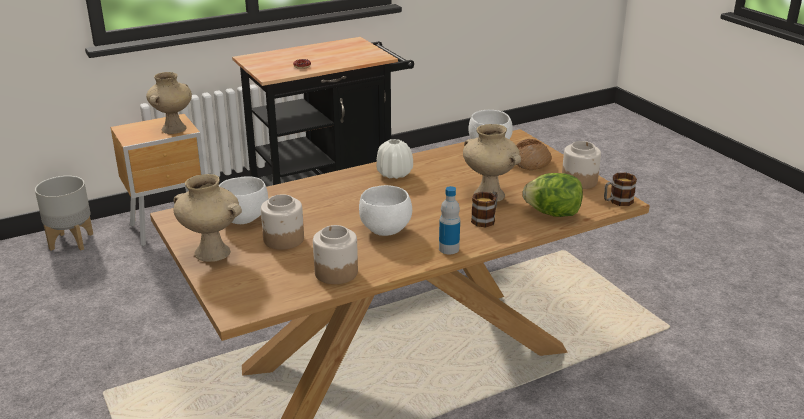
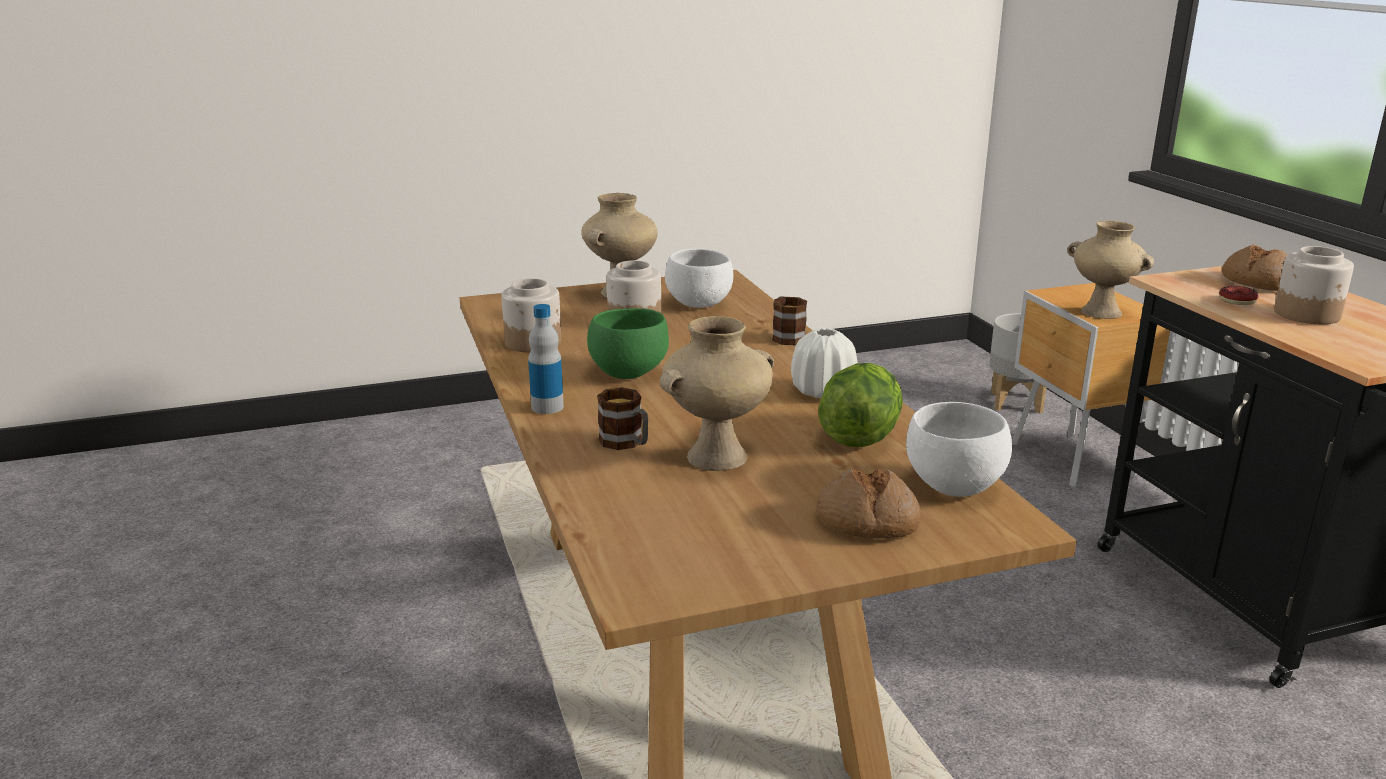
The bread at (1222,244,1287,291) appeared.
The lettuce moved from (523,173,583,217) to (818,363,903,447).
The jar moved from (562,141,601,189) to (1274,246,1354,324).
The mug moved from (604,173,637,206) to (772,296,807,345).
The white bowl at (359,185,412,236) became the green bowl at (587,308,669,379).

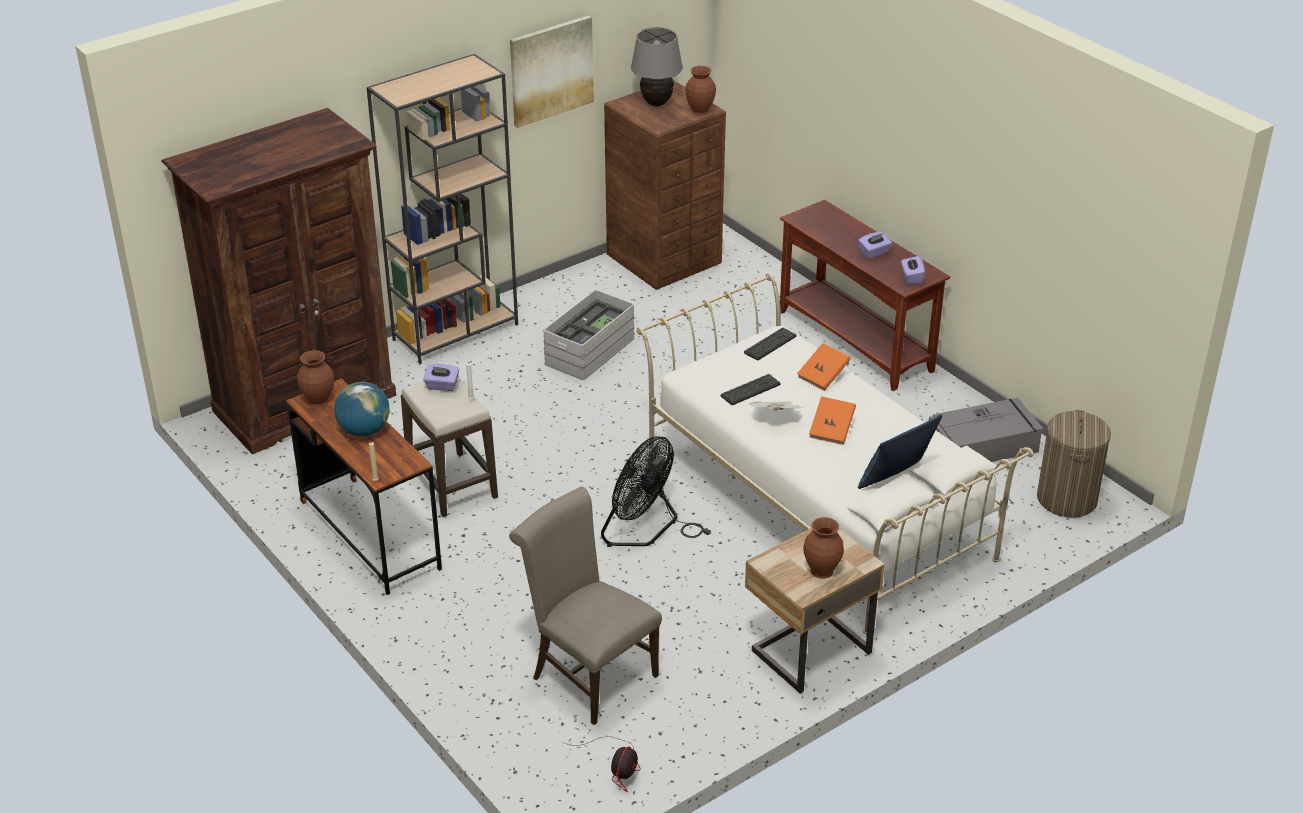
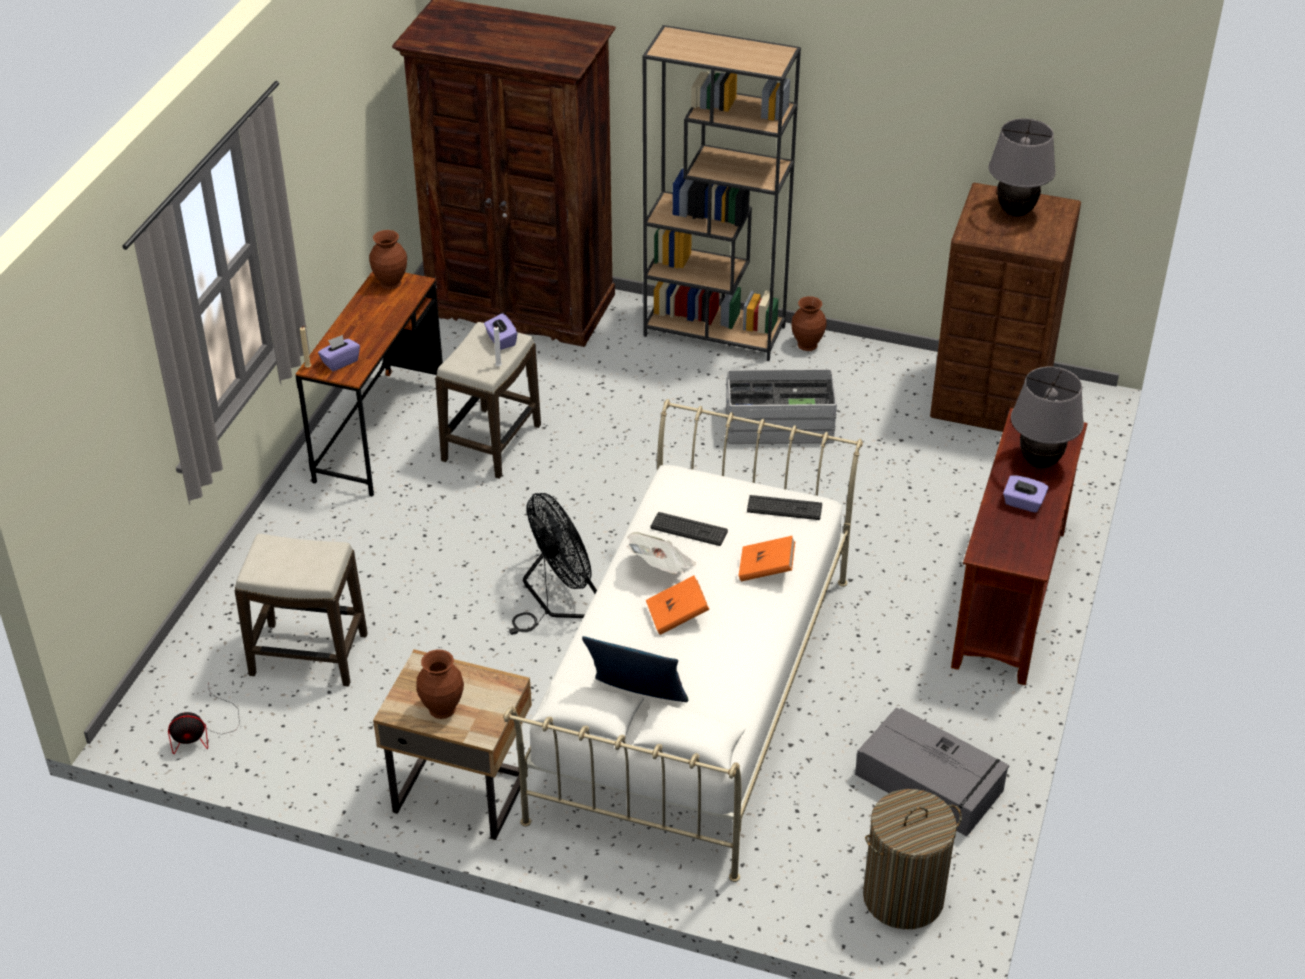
The globe at (334,382,390,437) disappeared.
The picture at (510,15,594,128) disappeared.
The grey table lamp at (1011,366,1084,468) appeared.
The brown vase moved from (685,66,716,116) to (792,296,827,351).
The purple tissue box moved from (901,255,925,284) to (318,335,360,371).
The beige chair at (509,487,662,725) was replaced by the stool at (234,534,368,687).
The black fan at (601,437,711,547) turned 60 degrees clockwise.

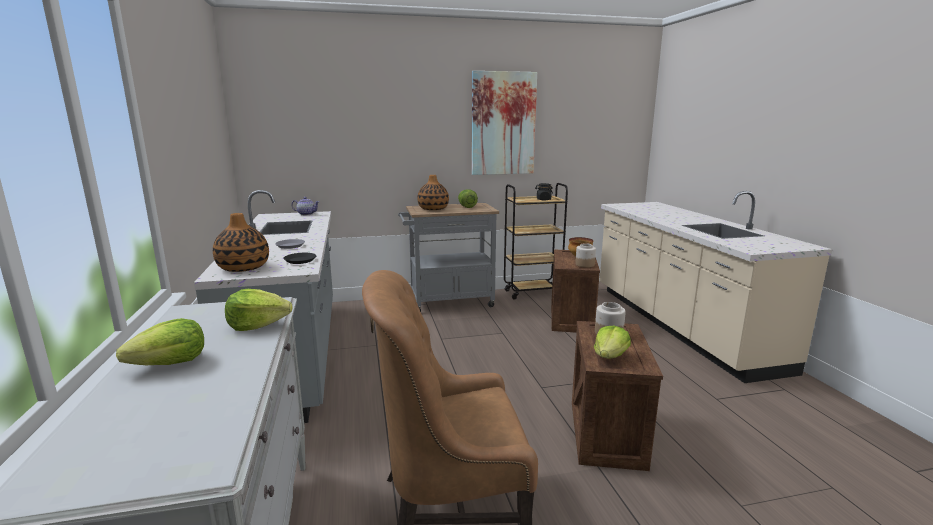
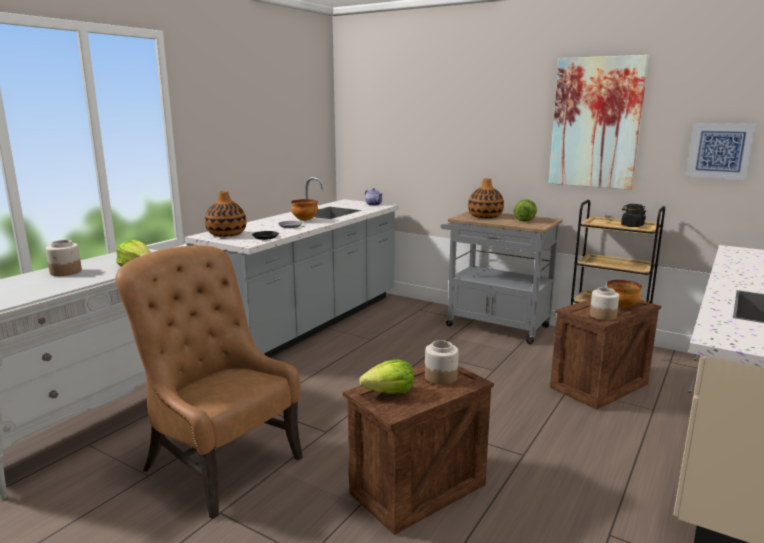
The bowl at (291,199,318,221) appeared.
The picture at (686,123,756,180) appeared.
The lettuce at (116,318,204,365) was replaced by the jar at (46,240,82,276).

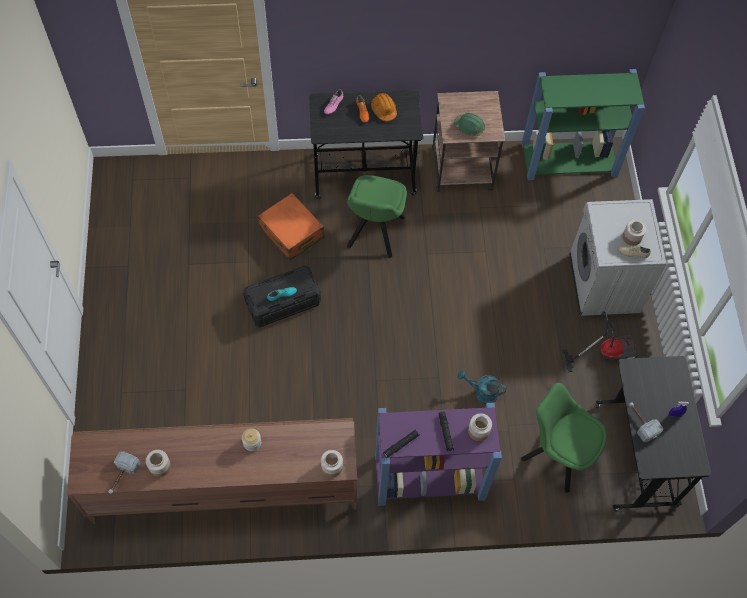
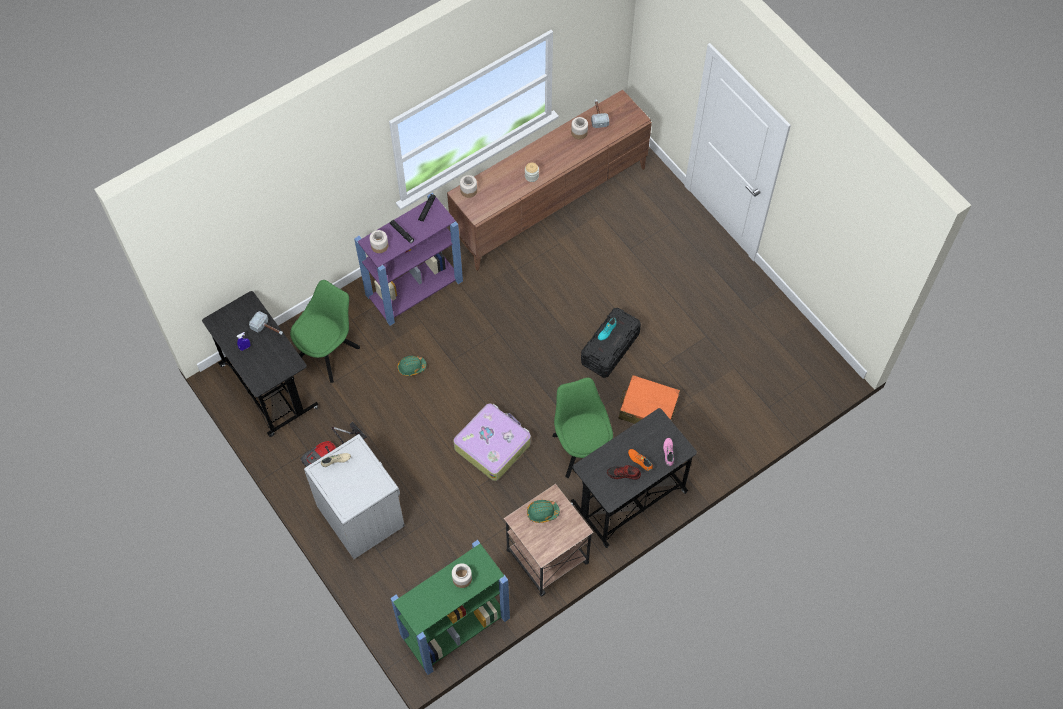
The suitcase at (453,403,531,481) appeared.
The jar moved from (622,220,646,246) to (452,563,472,588).
The orange hard hat at (371,93,397,121) was replaced by the shoe at (607,465,641,480).
The turquoise watering can at (458,370,507,404) was replaced by the green hard hat at (398,356,427,376).
The green chair at (521,383,607,493) turned 60 degrees counterclockwise.

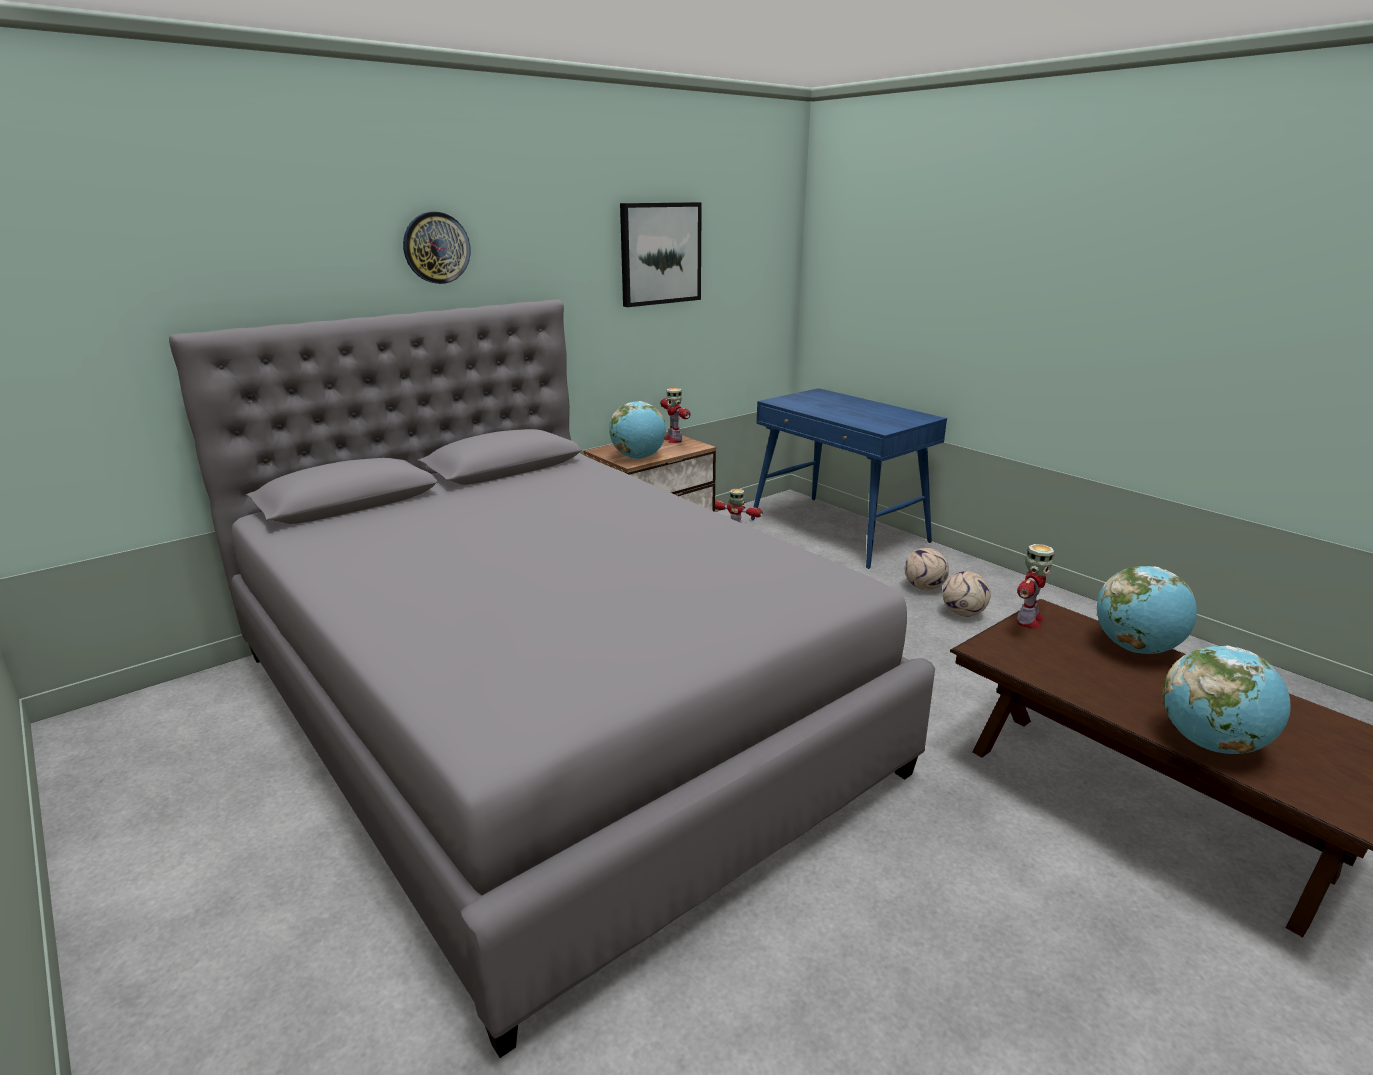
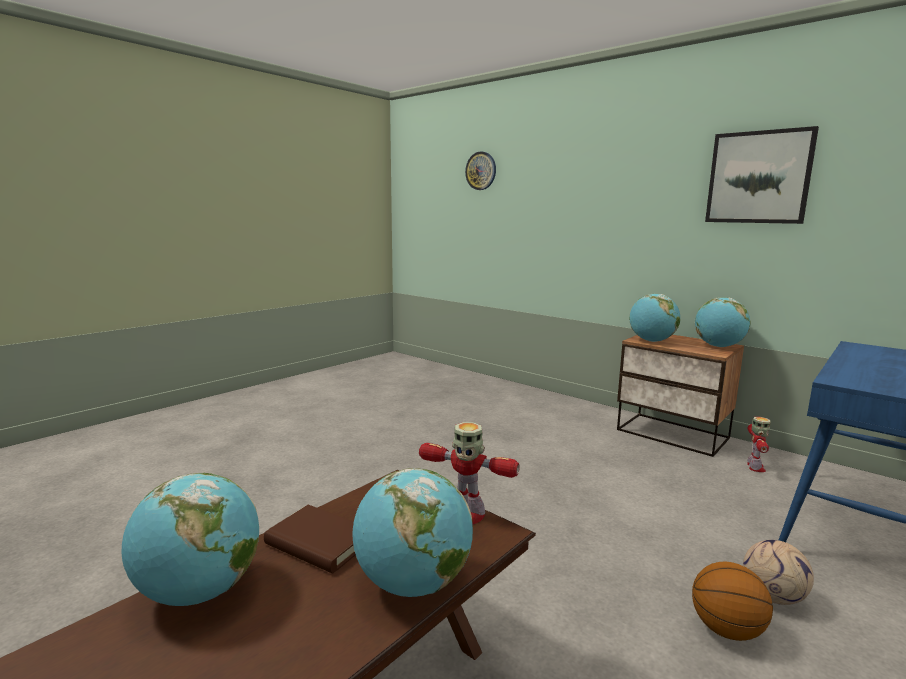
The grey bed at (169,299,935,1058) disappeared.
The brown book at (264,505,356,574) appeared.
The wall clock moved from (403,212,470,284) to (465,151,496,190).
The toy robot at (660,388,691,443) was replaced by the globe at (695,297,751,347).
The football at (942,571,991,617) was replaced by the basketball at (692,562,773,641).

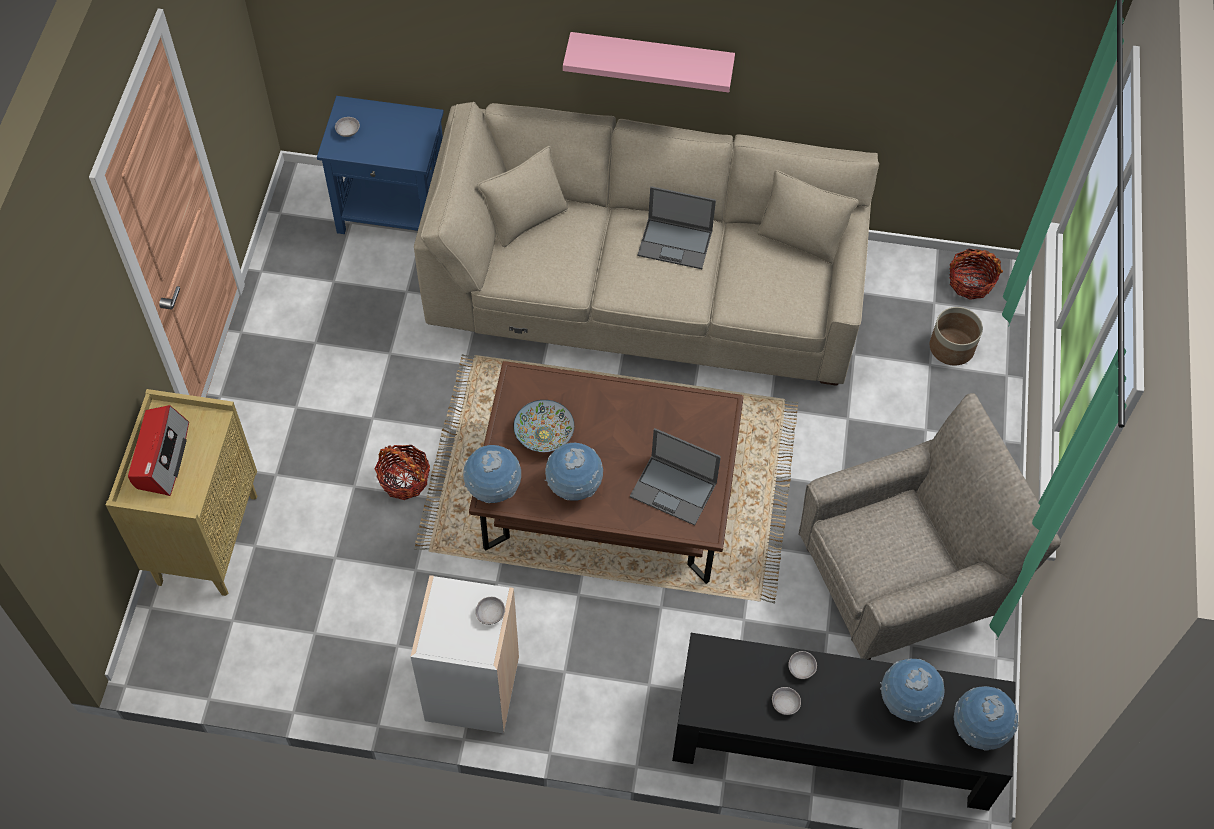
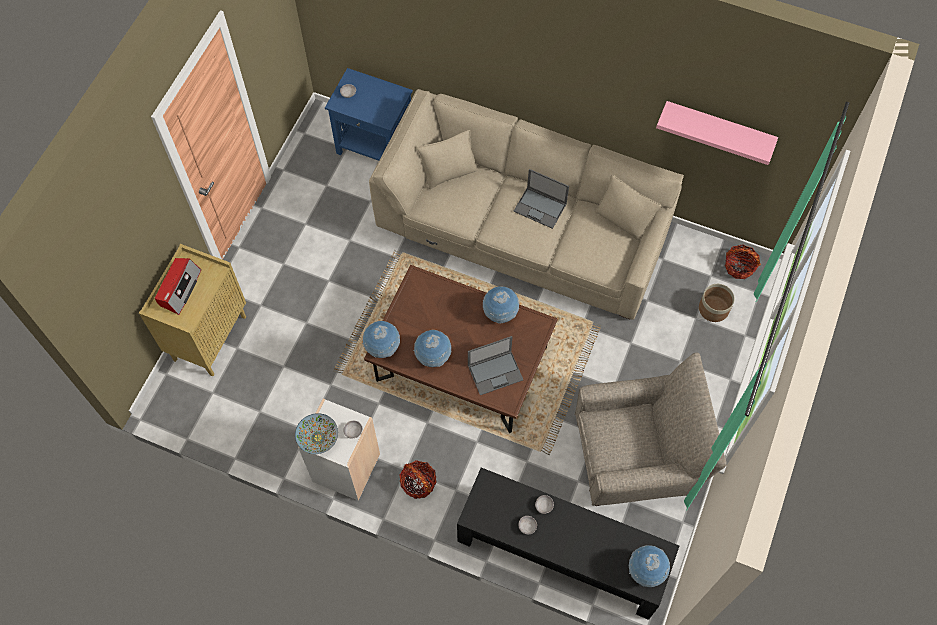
The basket moved from (374,445,430,500) to (399,460,436,499).
The bowl moved from (513,400,574,452) to (295,413,338,454).
The pink shelf moved from (563,32,735,93) to (656,101,778,165).
The globe moved from (880,659,945,723) to (483,286,519,324).
The laptop at (630,428,721,525) turned 60 degrees counterclockwise.

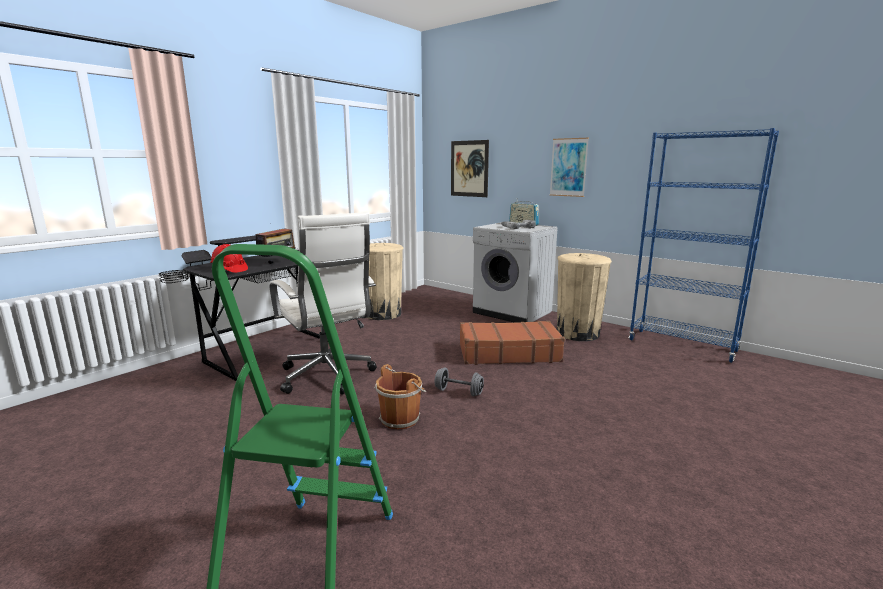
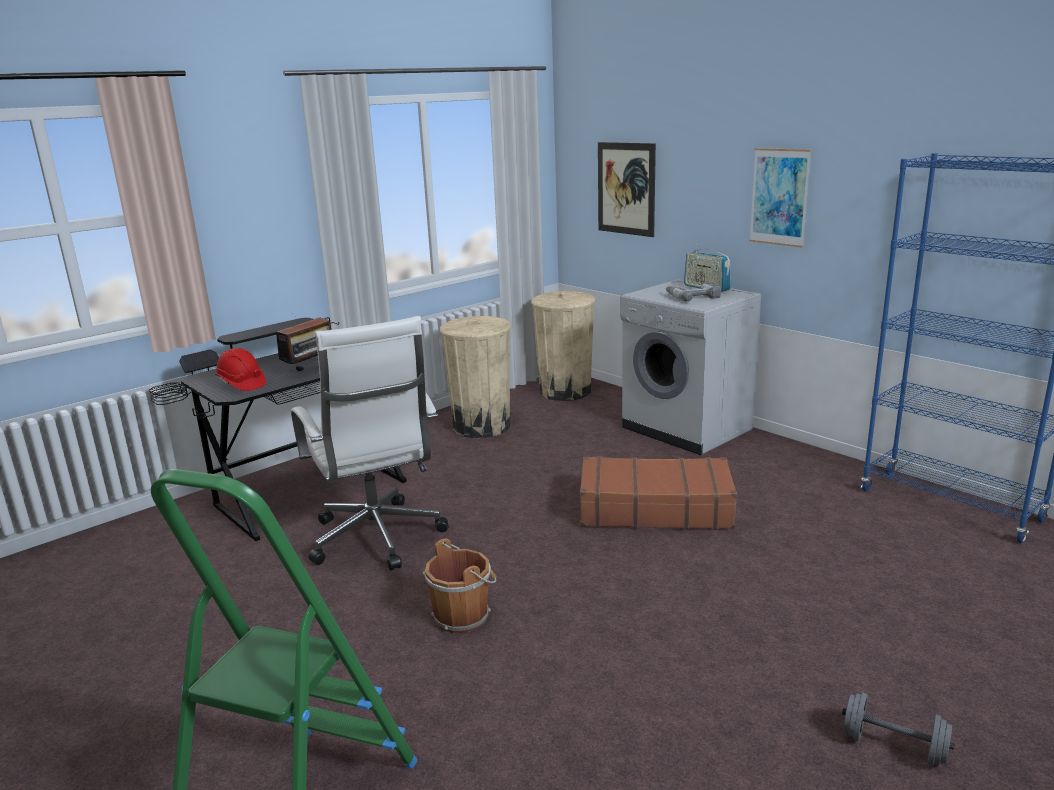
The grey dumbbell moved from (435,367,484,397) to (842,693,955,766).
The beige trash can moved from (557,253,612,341) to (531,291,595,401).

